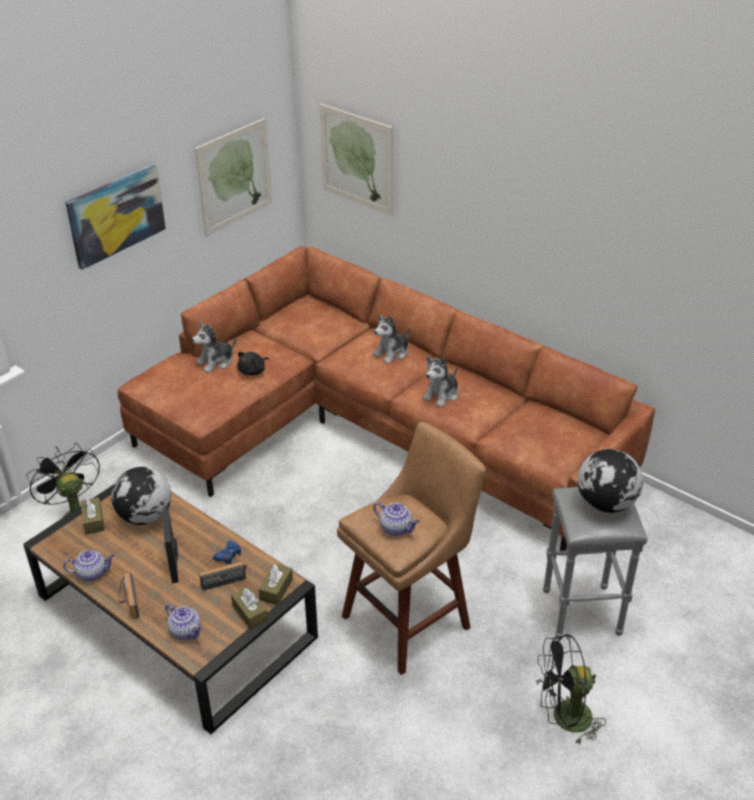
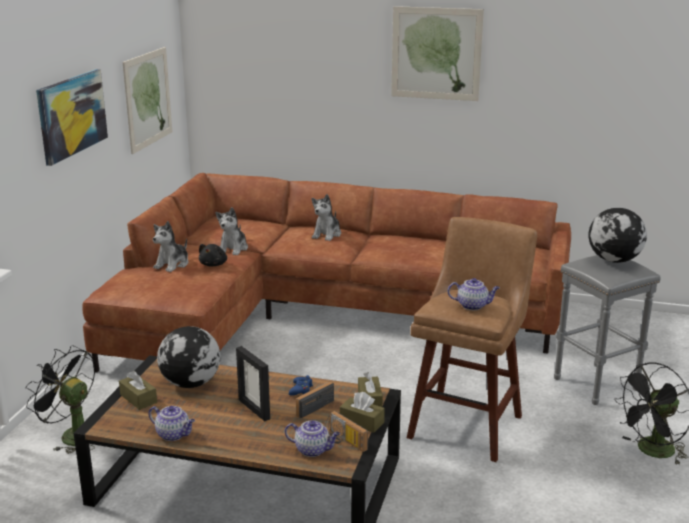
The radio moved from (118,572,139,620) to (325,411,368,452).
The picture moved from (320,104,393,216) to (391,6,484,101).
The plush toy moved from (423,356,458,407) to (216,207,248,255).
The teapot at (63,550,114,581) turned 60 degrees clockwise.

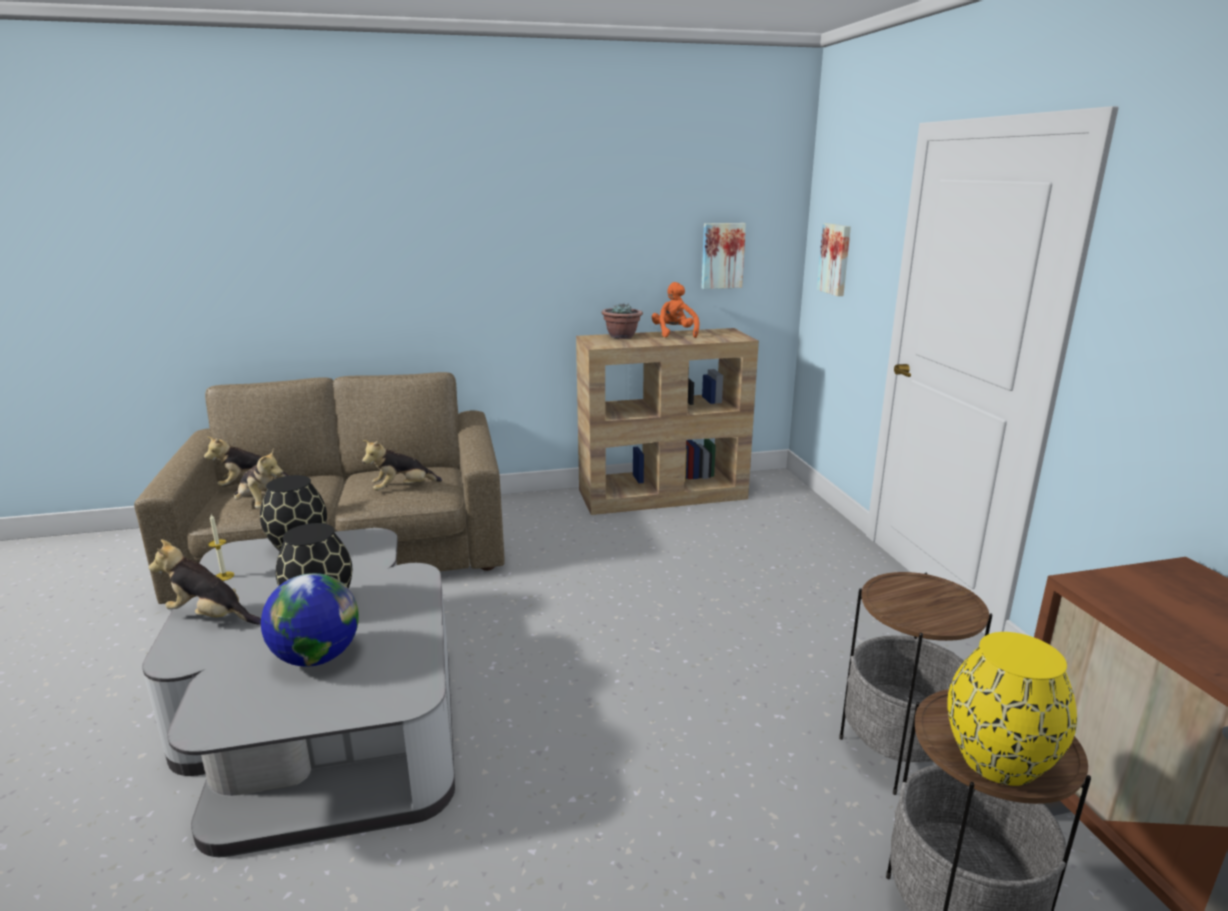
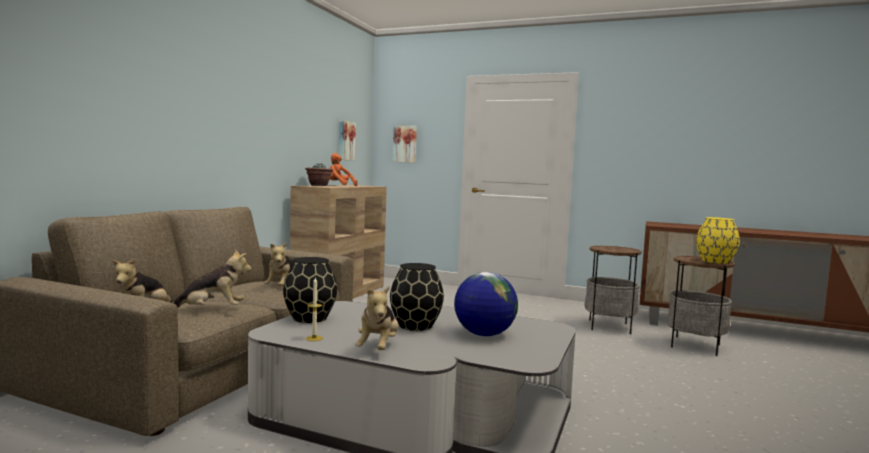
The plush toy at (149,539,261,624) turned 45 degrees counterclockwise.

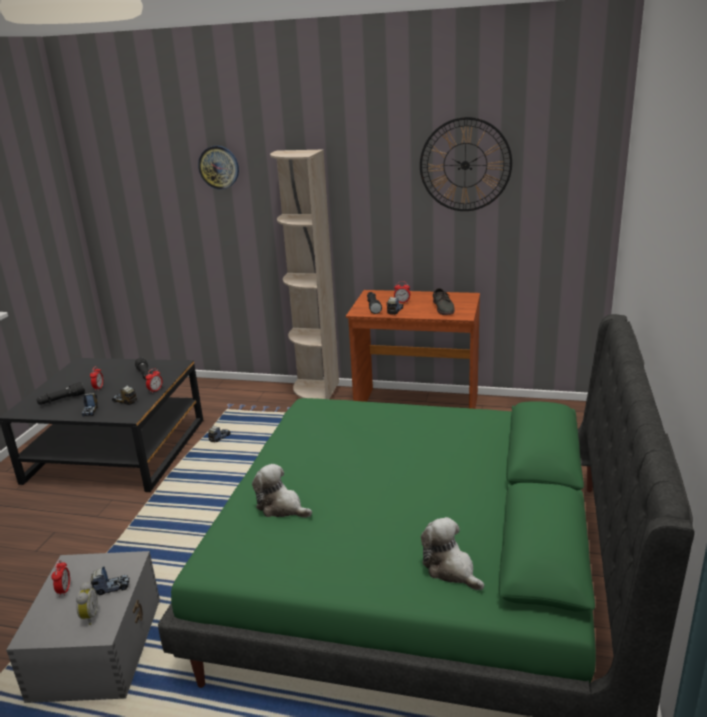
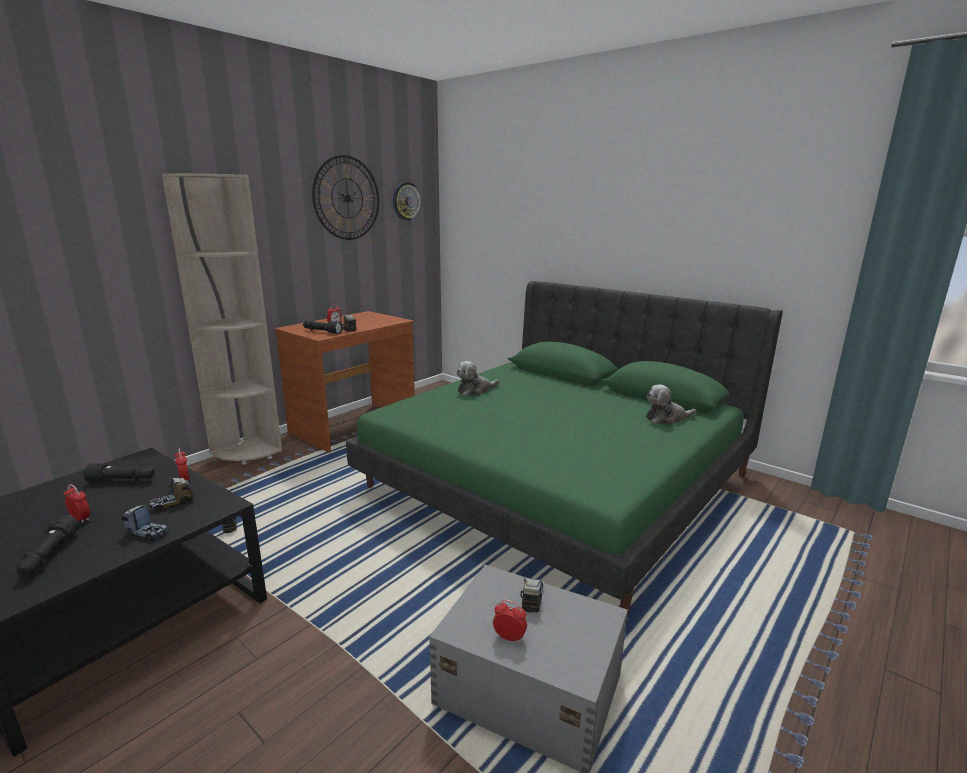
The alarm clock at (76,582,98,625) disappeared.
The grey shoe at (433,288,455,315) disappeared.
The wall clock moved from (198,146,239,189) to (393,182,422,221).
The plush toy moved from (252,464,312,518) to (456,361,499,396).

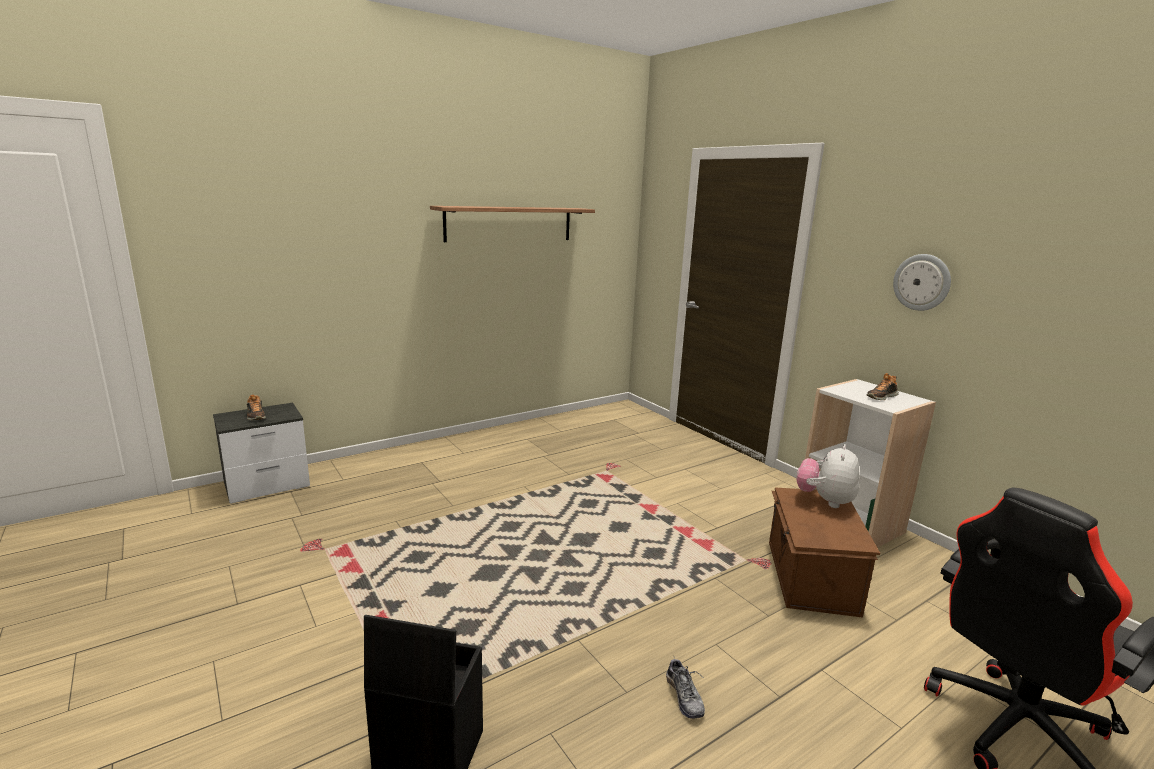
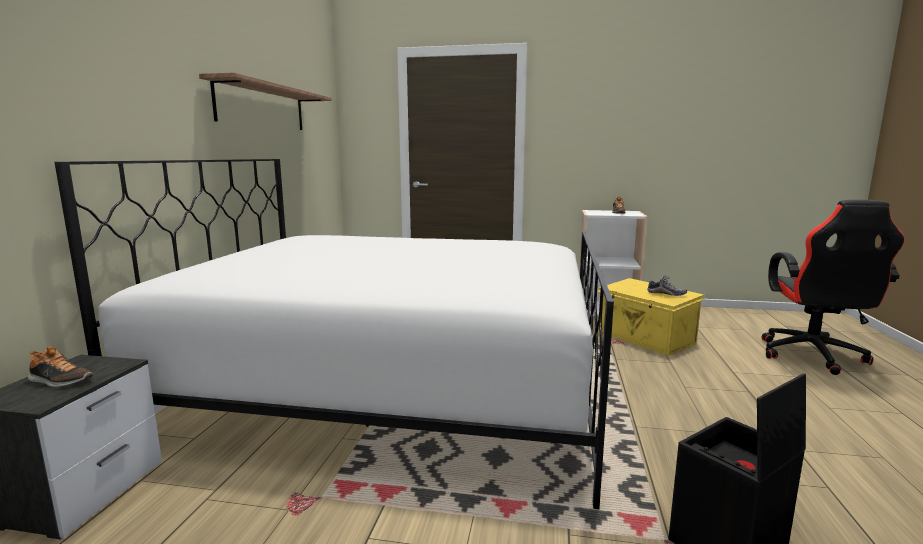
The plush toy at (797,444,859,508) disappeared.
The wall clock at (893,254,951,311) disappeared.
The white bed at (54,159,614,509) appeared.
The shoe moved from (666,657,705,719) to (647,275,687,296).
The brown storage box at (769,487,880,618) became the yellow storage box at (597,278,705,356).

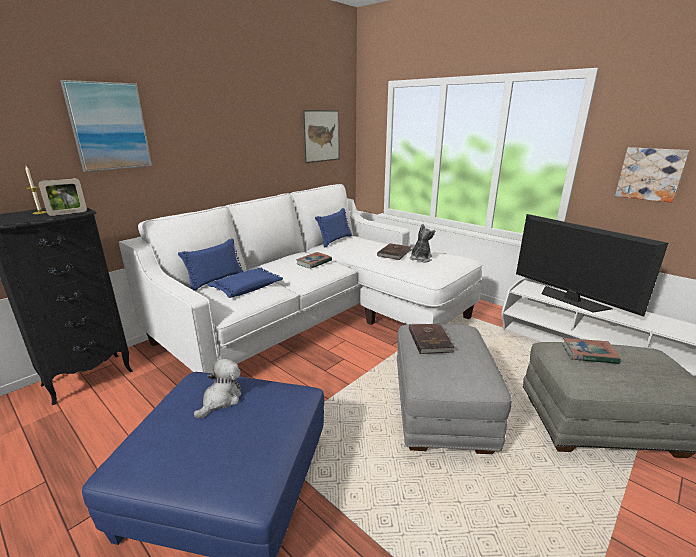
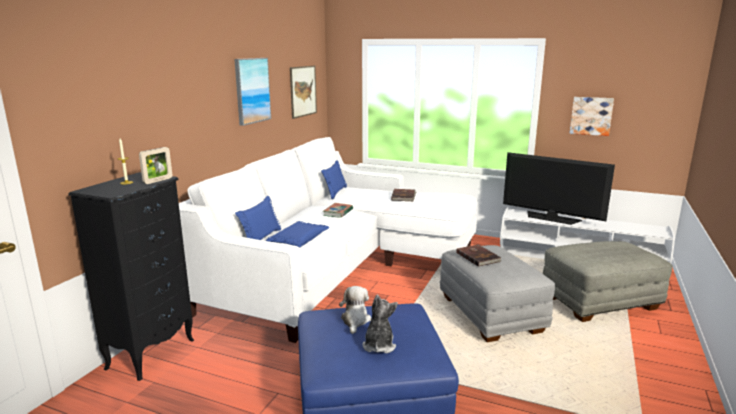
The book at (562,338,621,364) disappeared.
The picture moved from (60,80,152,172) to (234,58,271,126).
The plush toy moved from (410,224,436,263) to (362,295,398,353).

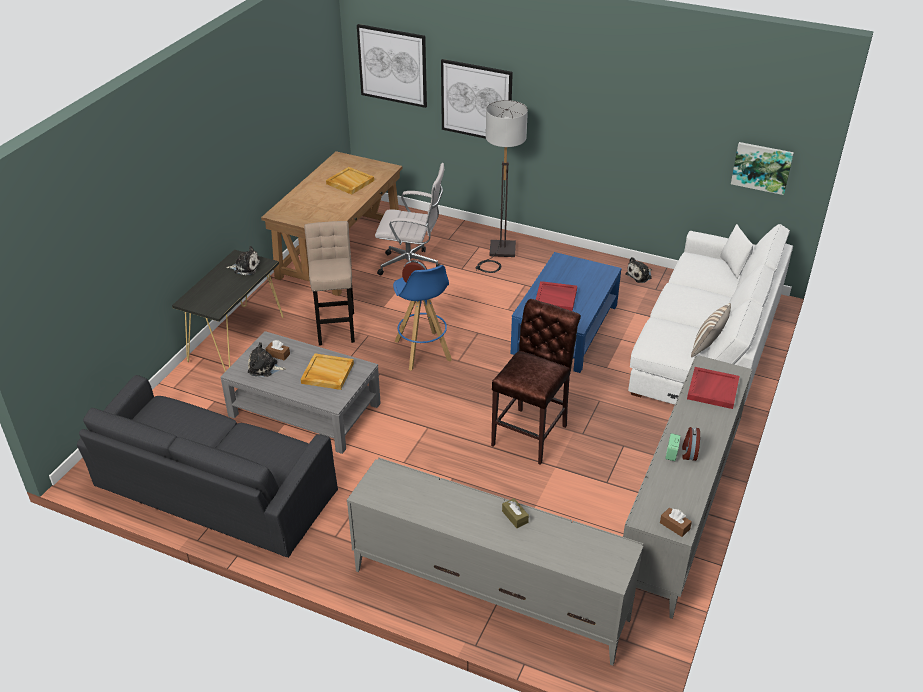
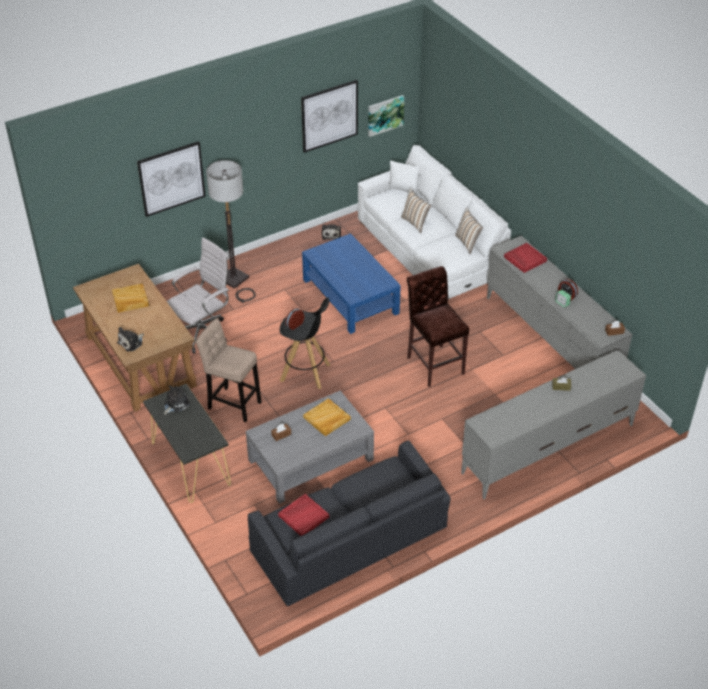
The pillow at (401,189,431,233) appeared.
The plush toy moved from (248,342,286,377) to (117,327,144,352).
The picture moved from (357,24,427,108) to (301,80,358,153).
The red tray moved from (536,281,577,311) to (278,494,329,536).
The blue stool at (393,265,452,371) became the black stool at (280,297,330,389).

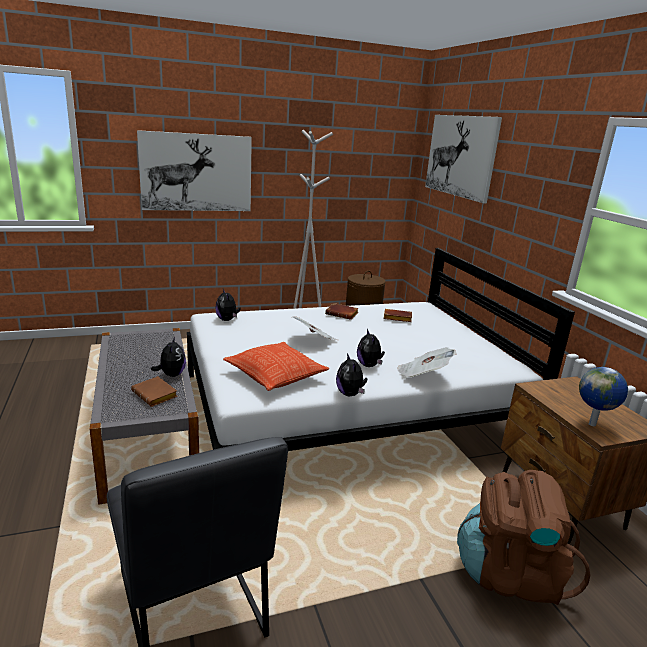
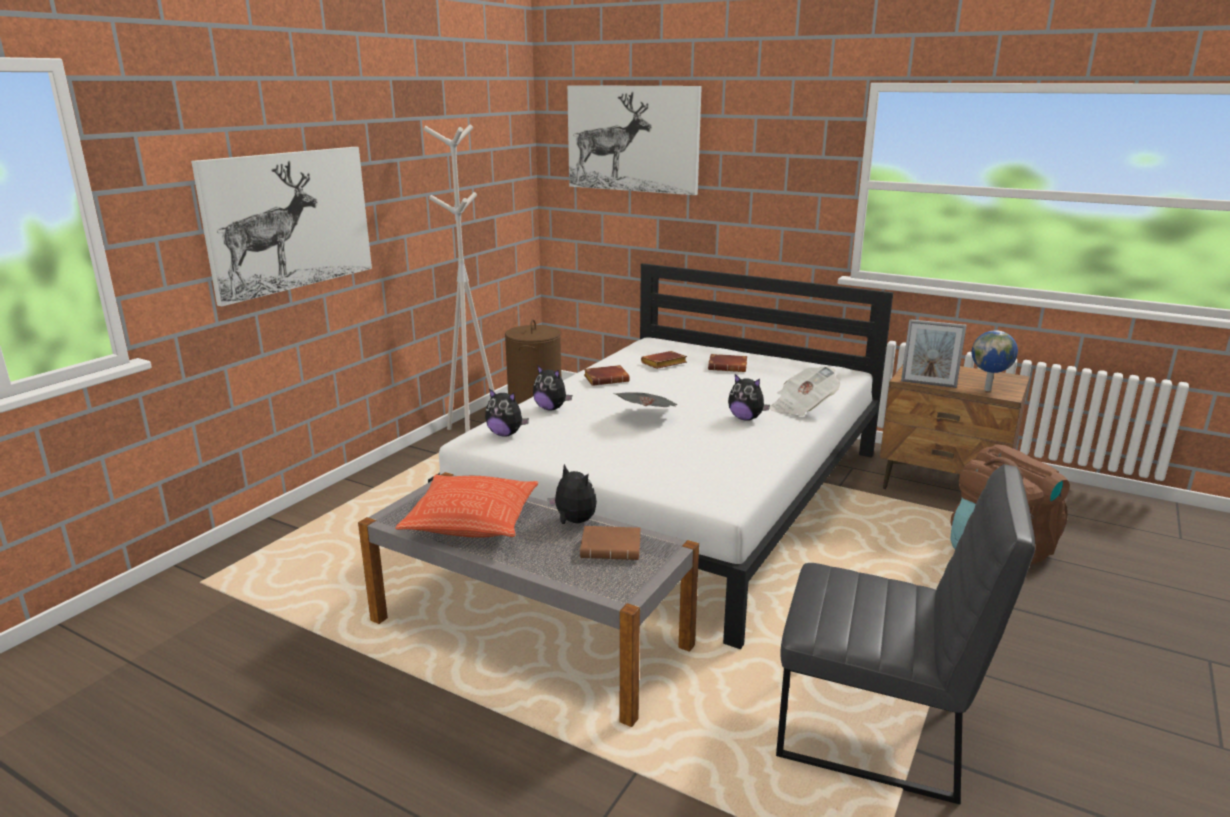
The brown book at (708,354,747,372) appeared.
The picture frame at (901,319,967,388) appeared.
The orange pillow moved from (223,342,329,391) to (395,475,539,538).
The plush toy moved from (336,353,367,396) to (533,366,572,411).

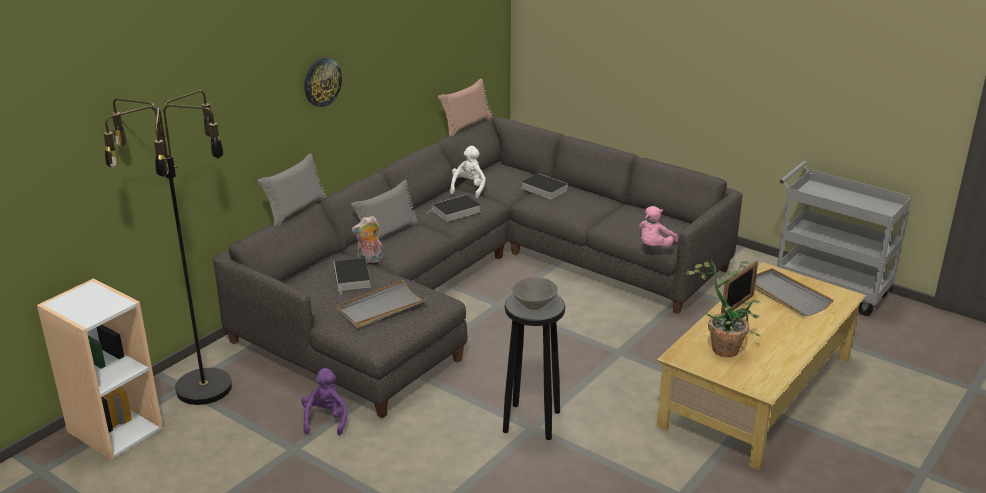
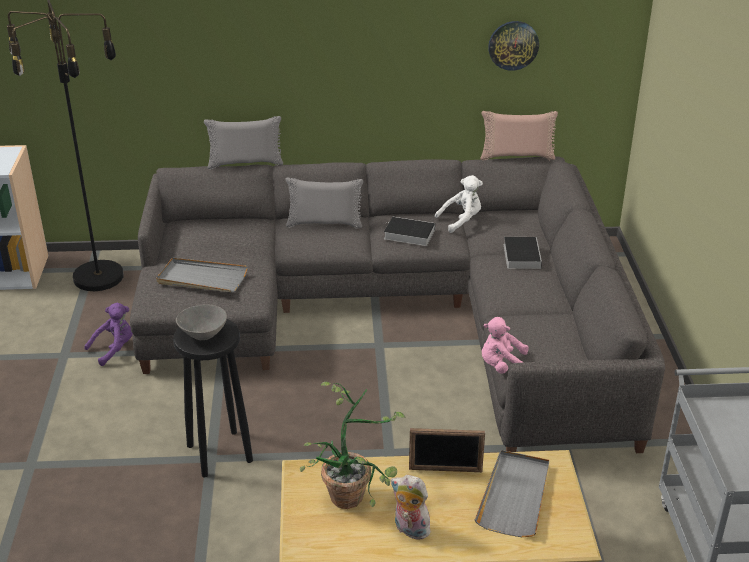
The book at (334,258,371,295) disappeared.
The wall clock moved from (304,58,342,107) to (488,21,539,71).
The plush toy moved from (352,216,383,263) to (391,475,431,539).

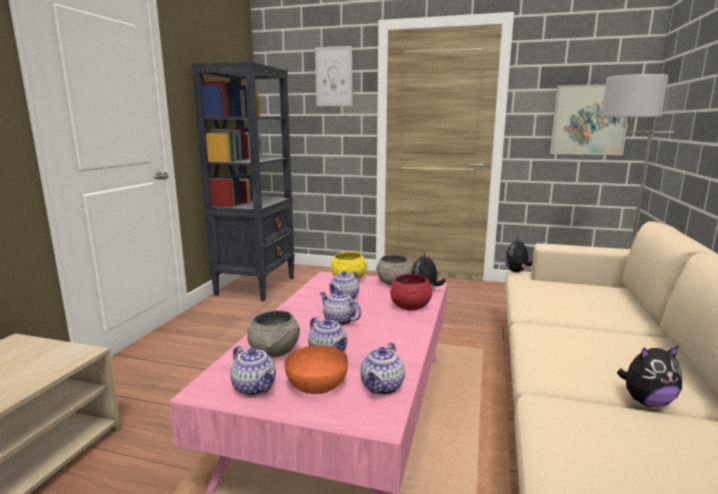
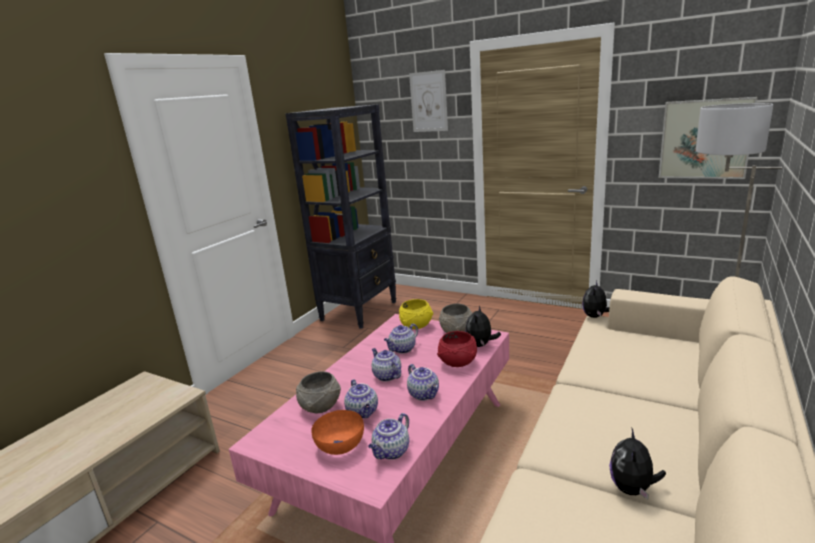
The teapot moved from (230,346,276,396) to (407,364,439,401).
The plush toy at (617,345,682,407) turned 105 degrees clockwise.

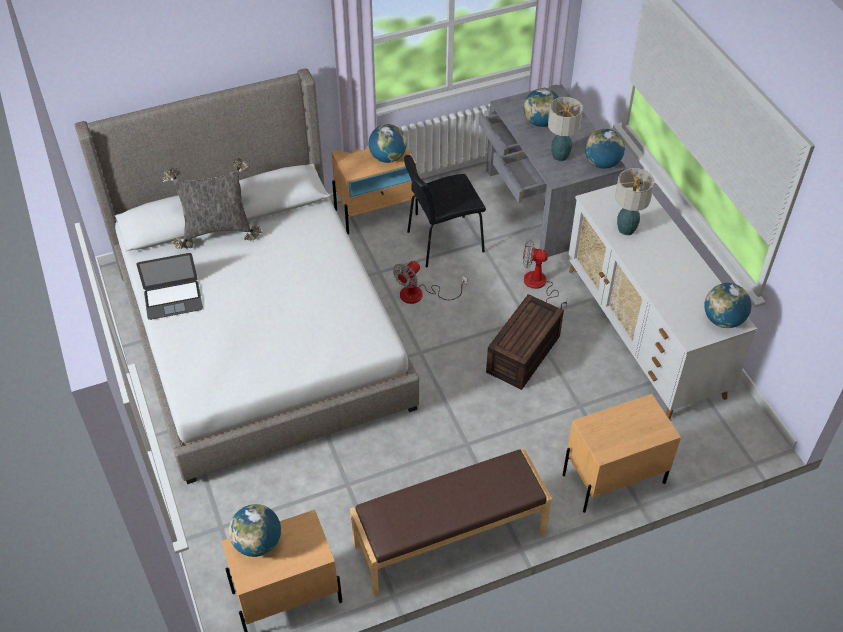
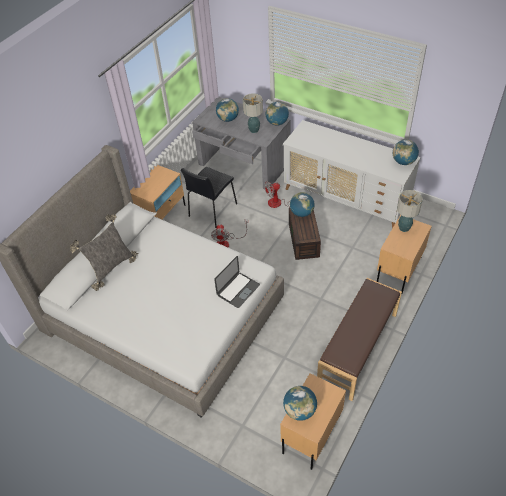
The laptop moved from (137,253,203,320) to (214,256,260,308).
The globe moved from (369,124,407,163) to (290,192,315,217).
The table lamp moved from (615,168,655,235) to (397,190,422,232).

